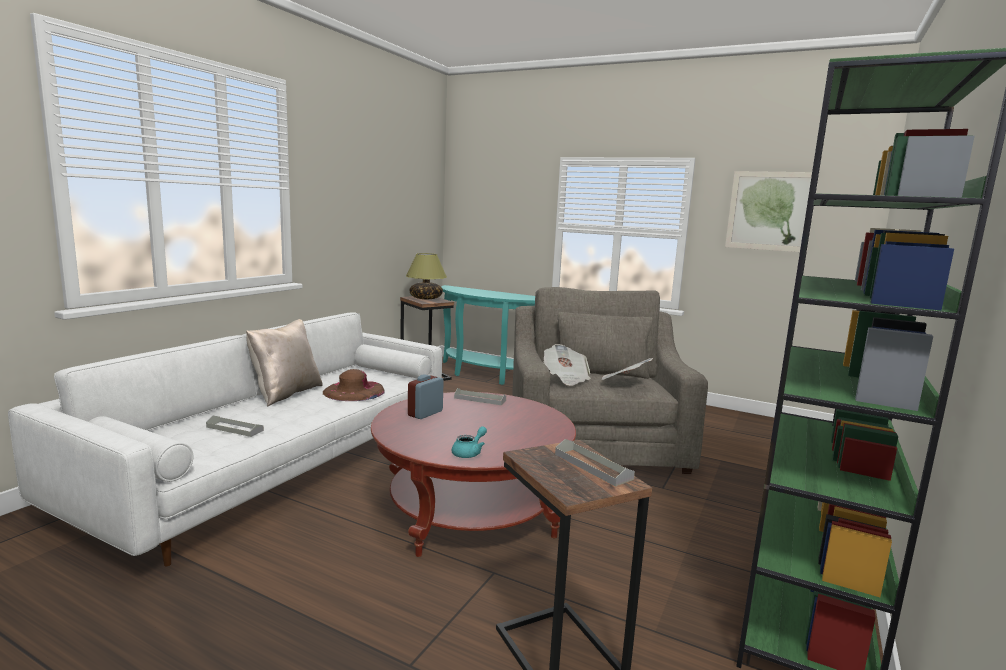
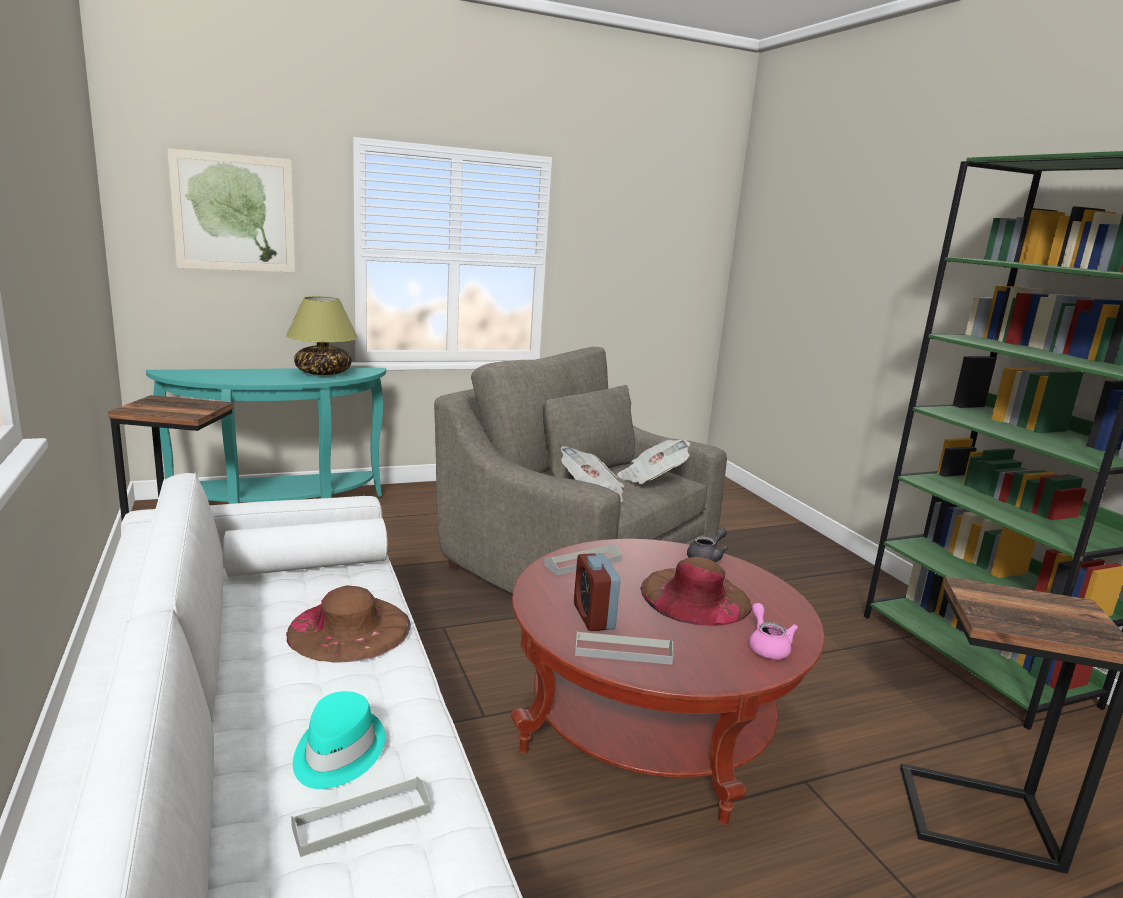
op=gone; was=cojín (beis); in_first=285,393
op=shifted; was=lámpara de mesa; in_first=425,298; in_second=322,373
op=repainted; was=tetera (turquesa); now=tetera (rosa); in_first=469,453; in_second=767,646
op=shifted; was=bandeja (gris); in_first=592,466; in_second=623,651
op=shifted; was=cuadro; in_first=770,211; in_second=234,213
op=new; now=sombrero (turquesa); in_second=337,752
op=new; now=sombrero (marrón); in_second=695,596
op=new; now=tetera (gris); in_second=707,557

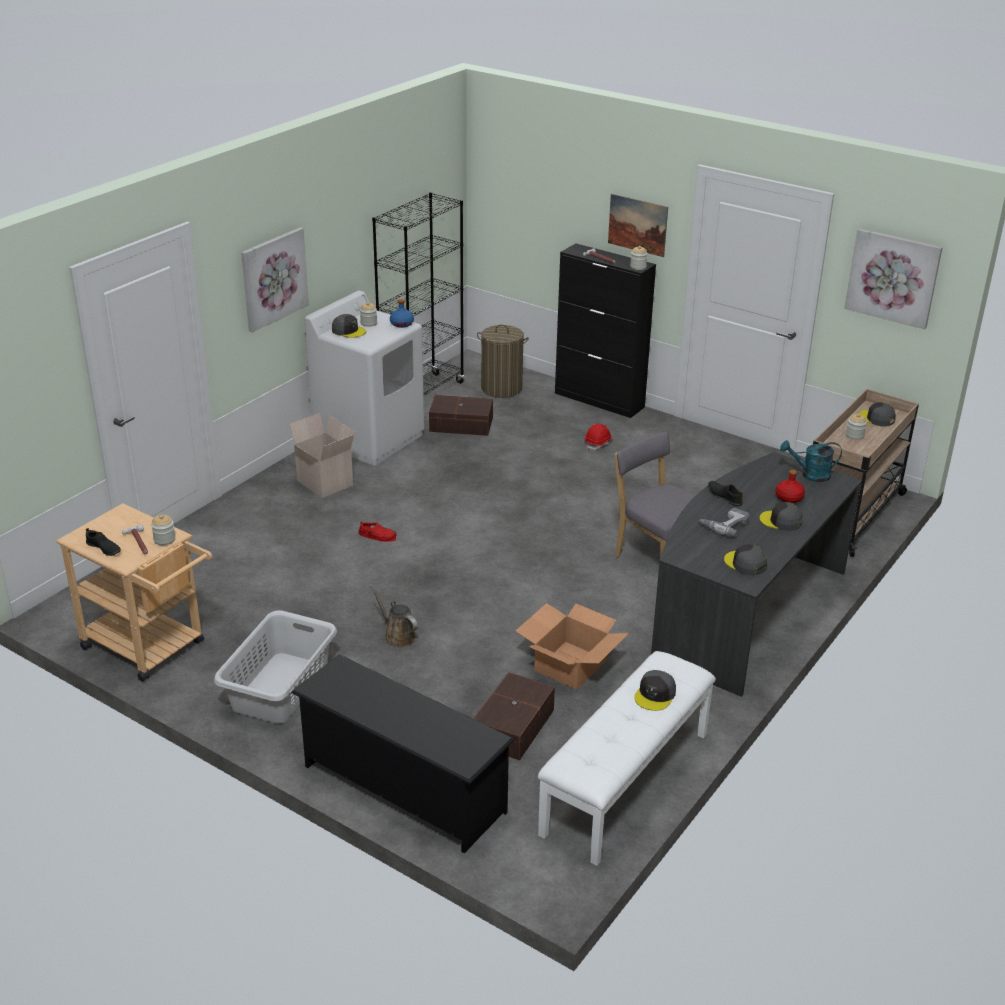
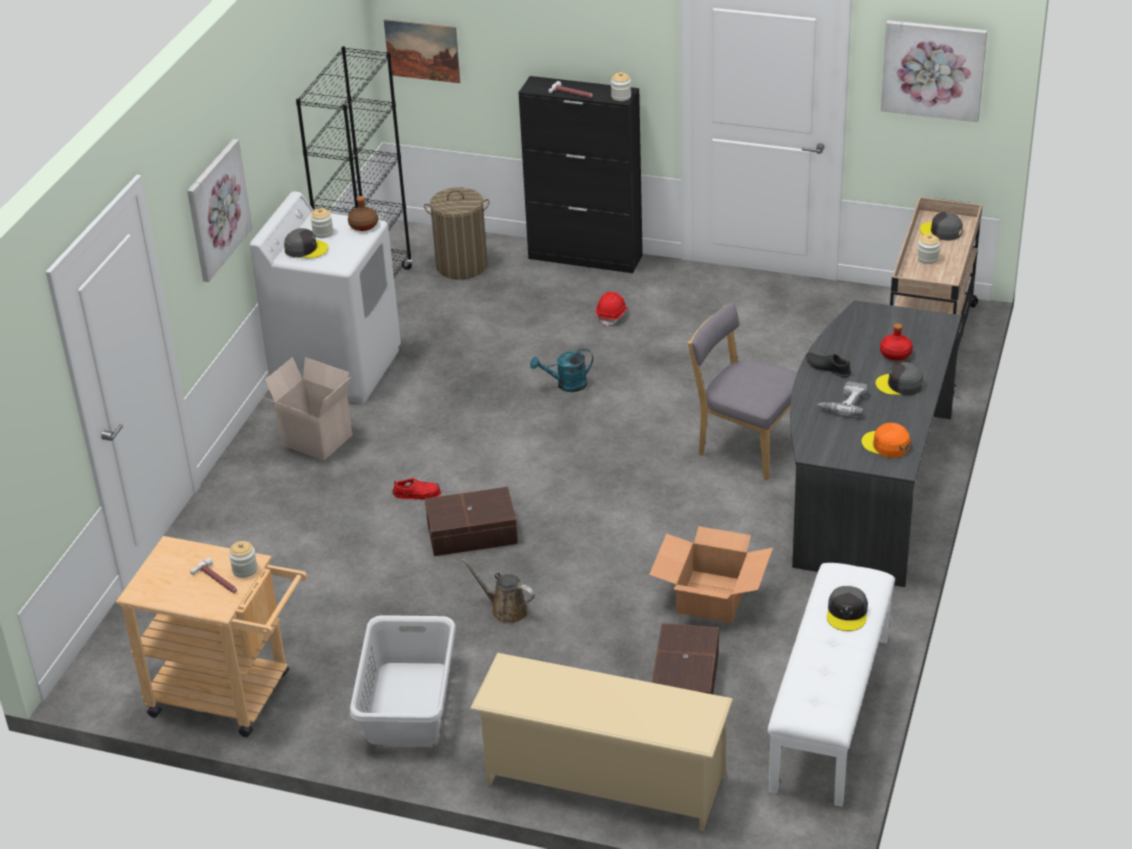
op=gone; was=zapato (negro); in_first=103,548
op=repainted; was=zapatero (negro); now=zapatero (beis); in_first=403,788; in_second=604,780
op=repainted; was=botella (azul); now=botella (marrón); in_first=402,324; in_second=363,225
op=shifted; was=caja de almacenaje (marrón); in_first=461,425; in_second=473,534
op=shifted; was=cuadro; in_first=637,225; in_second=422,51
op=repainted; was=gorra (gris); now=gorra (naranja); in_first=745,564; in_second=886,445
op=shifted; was=regadera (turquesa); in_first=810,475; in_second=566,385

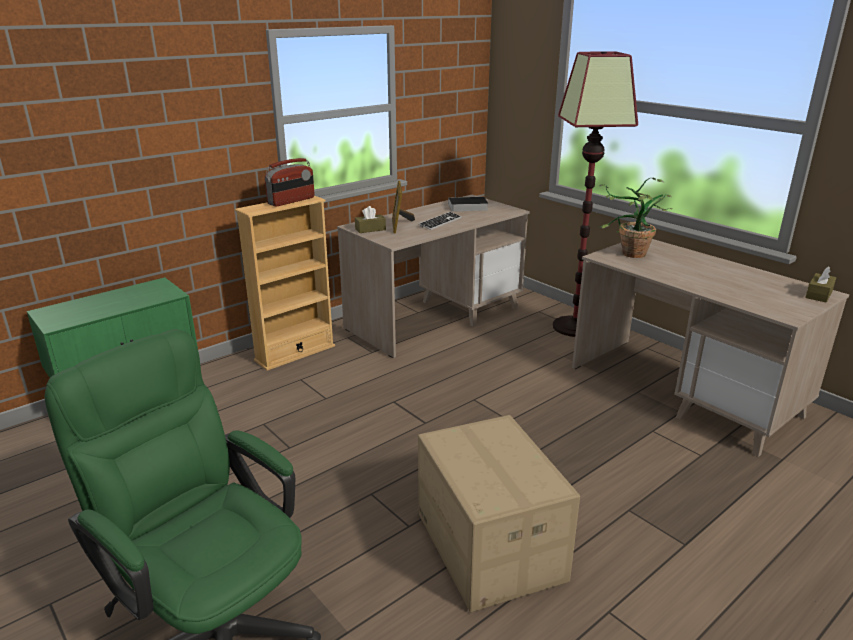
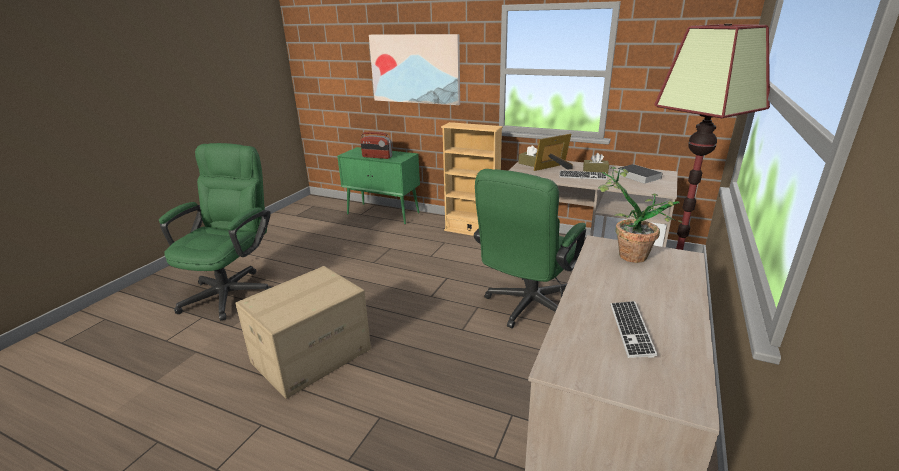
op=shifted; was=radio; in_first=291,201; in_second=377,157
op=shifted; was=caja de pañuelos (marrón); in_first=819,294; in_second=595,171
op=new; now=cuadro; in_second=415,69
op=new; now=silla de oficina (verde); in_second=526,308
op=new; now=teclado; in_second=631,330

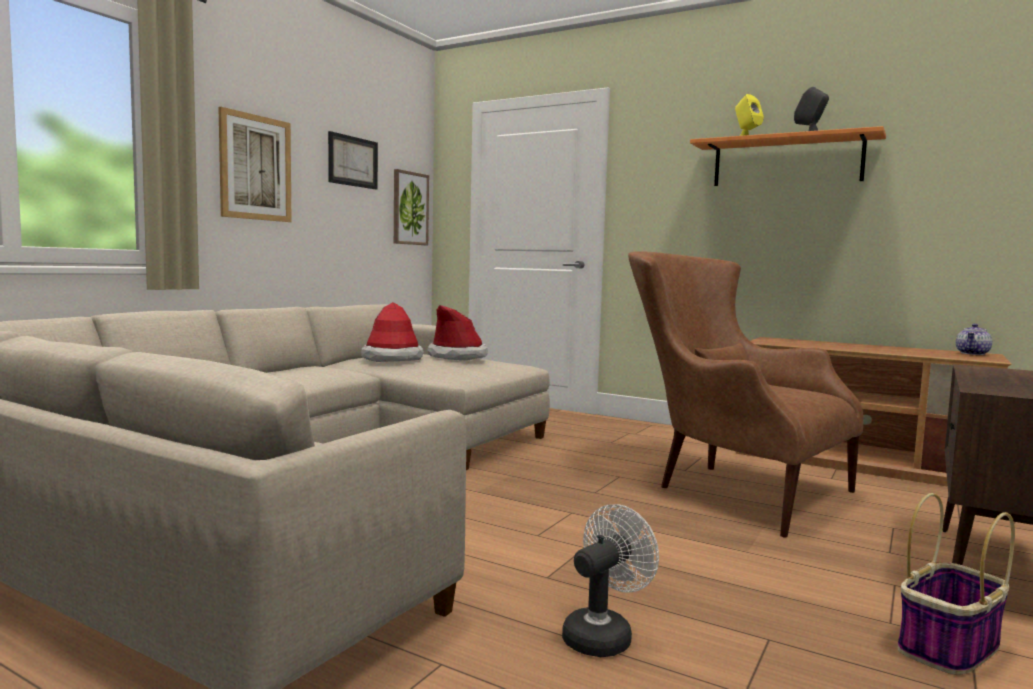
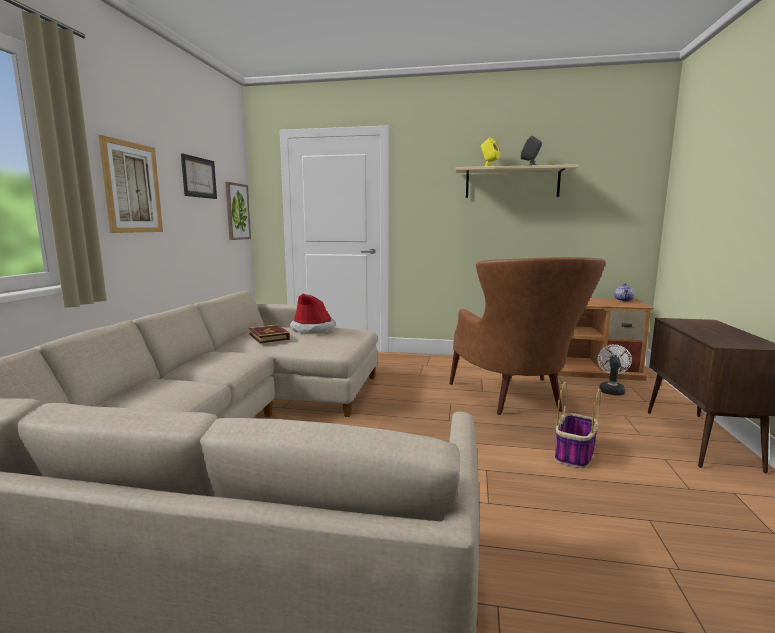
op=swapped; was=sombrero; now=libro; in_first=392,358; in_second=269,337
op=shifted; was=ventilador (blanco); in_first=603,635; in_second=611,390
op=rotated; was=sillón (marrón); in_first=727,488; in_second=518,401; clockwise=-120
op=repainted; was=estante (naranja); now=estante (beis); in_first=786,162; in_second=512,183
op=shifted; was=cesta; in_first=948,648; in_second=574,455

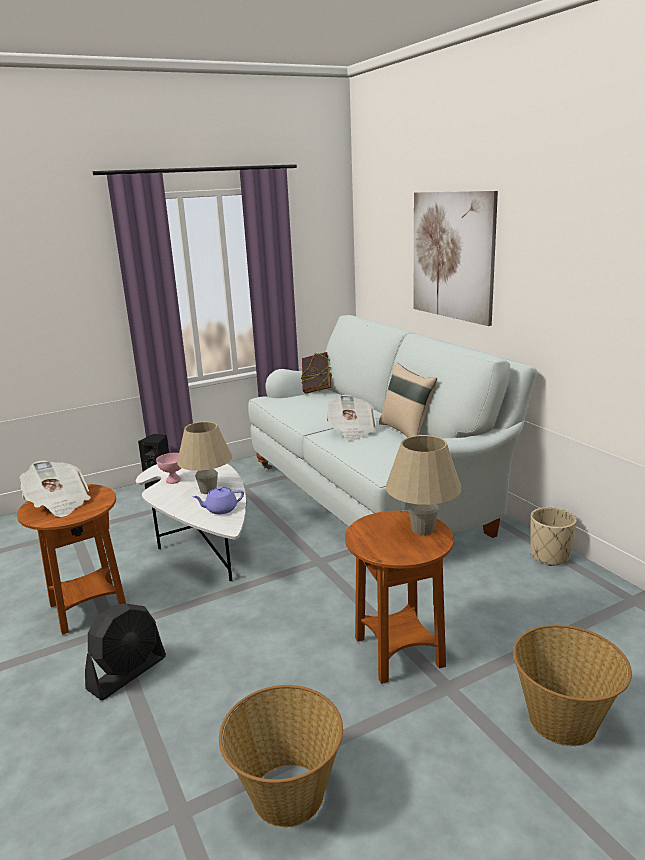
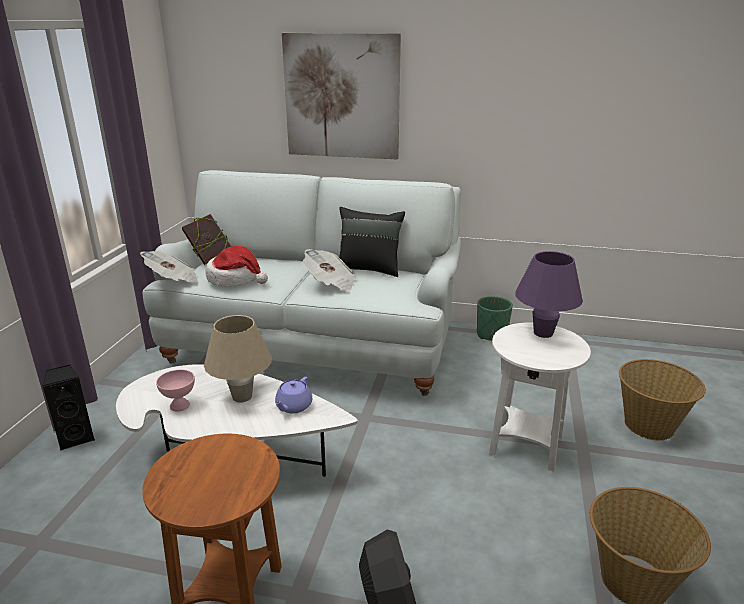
op=shifted; was=periódico; in_first=58,503; in_second=173,280
op=repainted; was=mesa auxiliar (marrón); now=mesa auxiliar (blanco); in_first=399,653; in_second=526,445
op=repainted; was=cojín (beis); now=cojín (negro); in_first=406,431; in_second=369,269
op=repainted; was=lámpara de mesa (beis); now=lámpara de mesa (morado); in_first=422,529; in_second=543,333
op=repainted; was=maceta (beis); now=maceta (verde); in_first=550,556; in_second=491,335
op=new; now=sombrero; in_second=235,278

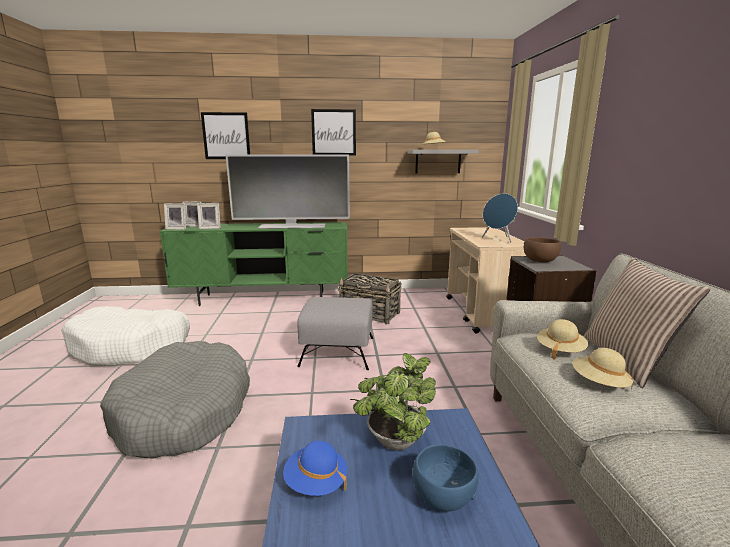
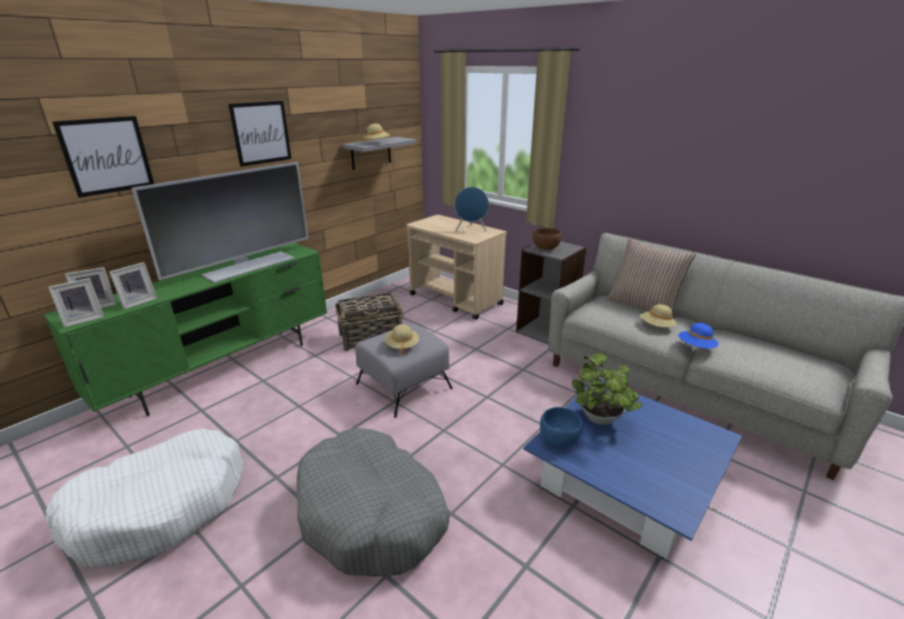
op=shifted; was=sombrero (azul); in_first=316,483; in_second=696,347
op=shifted; was=cuenco (azul); in_first=442,497; in_second=558,439
op=shifted; was=sombrero (beis); in_first=560,350; in_second=402,346

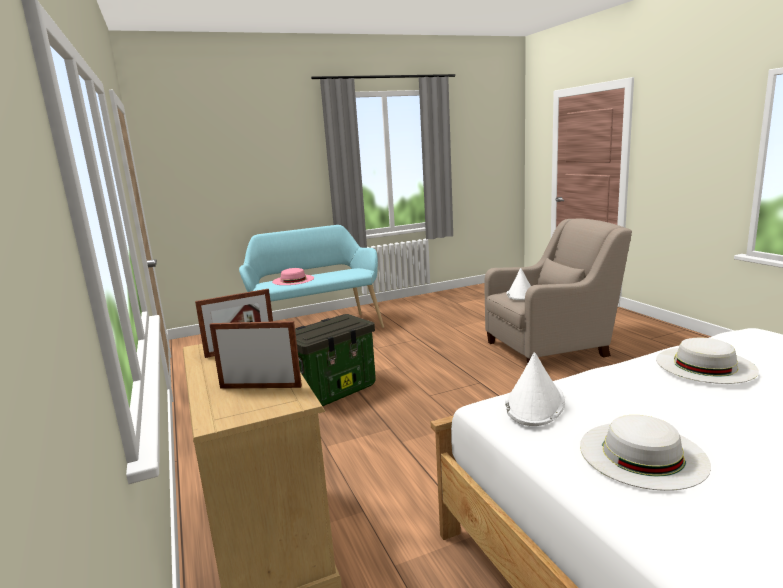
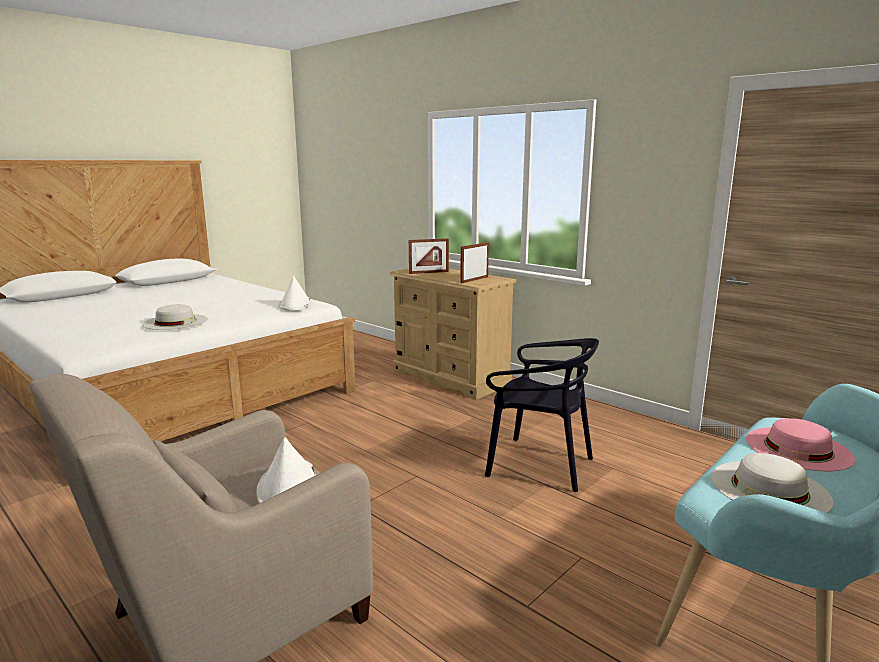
op=swapped; was=caja de almacenaje; now=silla (negro); in_first=333,390; in_second=539,465
op=shifted; was=sombrero (blanco); in_first=642,454; in_second=769,488

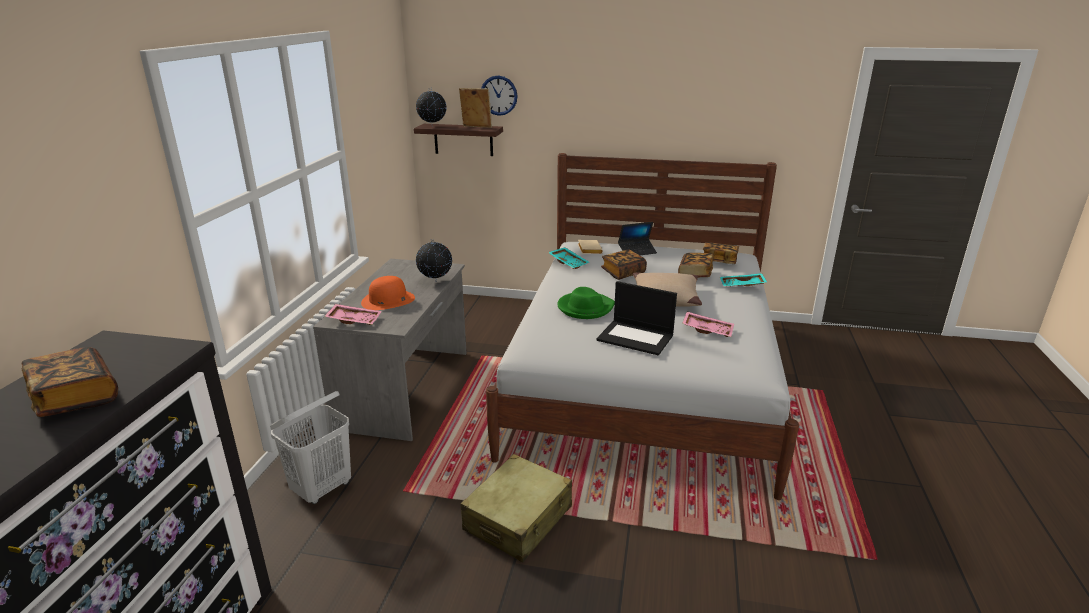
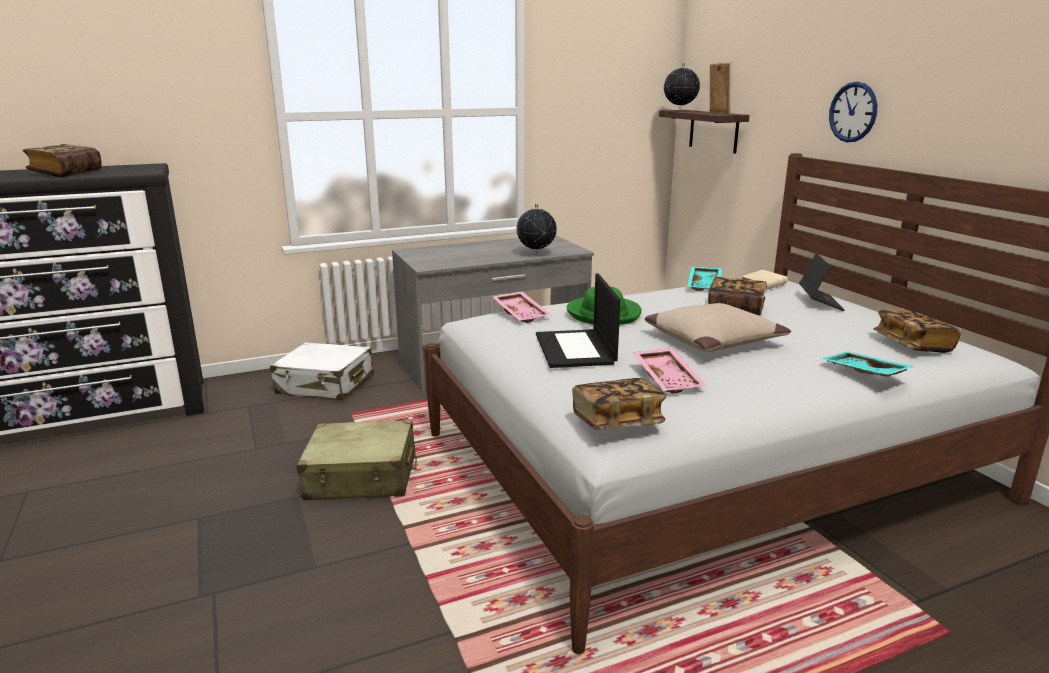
op=swapped; was=cesto de la ropa (blanco); now=maleta (blanco); in_first=322,488; in_second=325,385
op=shifted; was=bandeja (rosa); in_first=354,320; in_second=522,314
op=gone; was=sombrero (naranja); in_first=388,300
op=shifted; was=reloj de pared; in_first=498,95; in_second=853,112
op=rotated; was=portátil; in_first=637,251; in_second=820,302; clockwise=-120
op=shifted; was=libro; in_first=695,274; in_second=617,421

